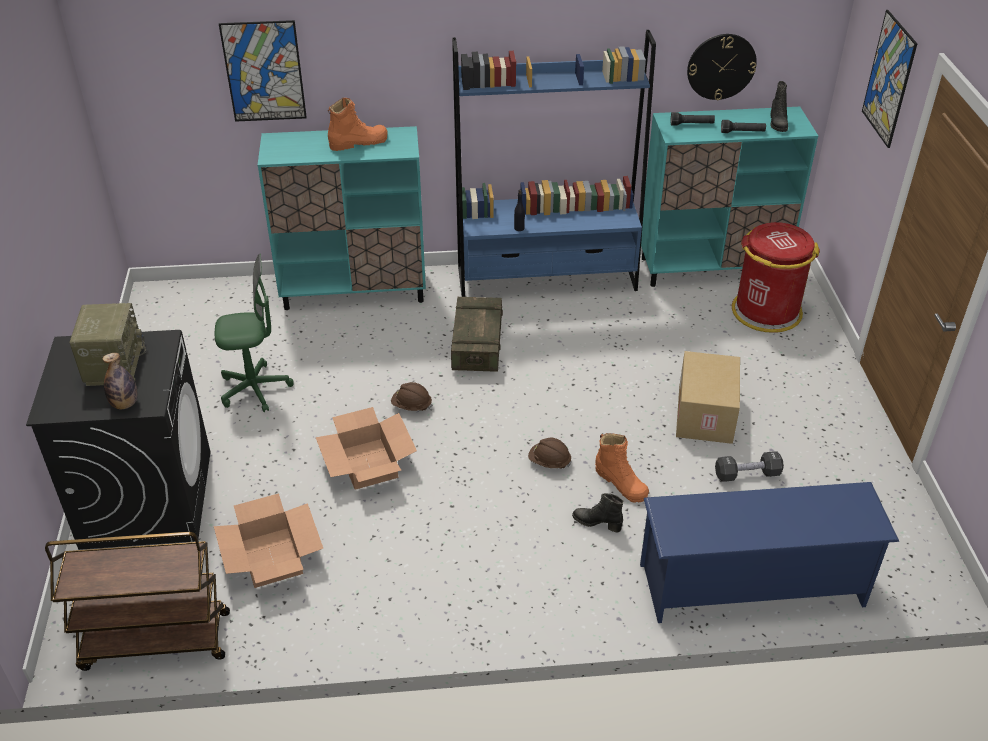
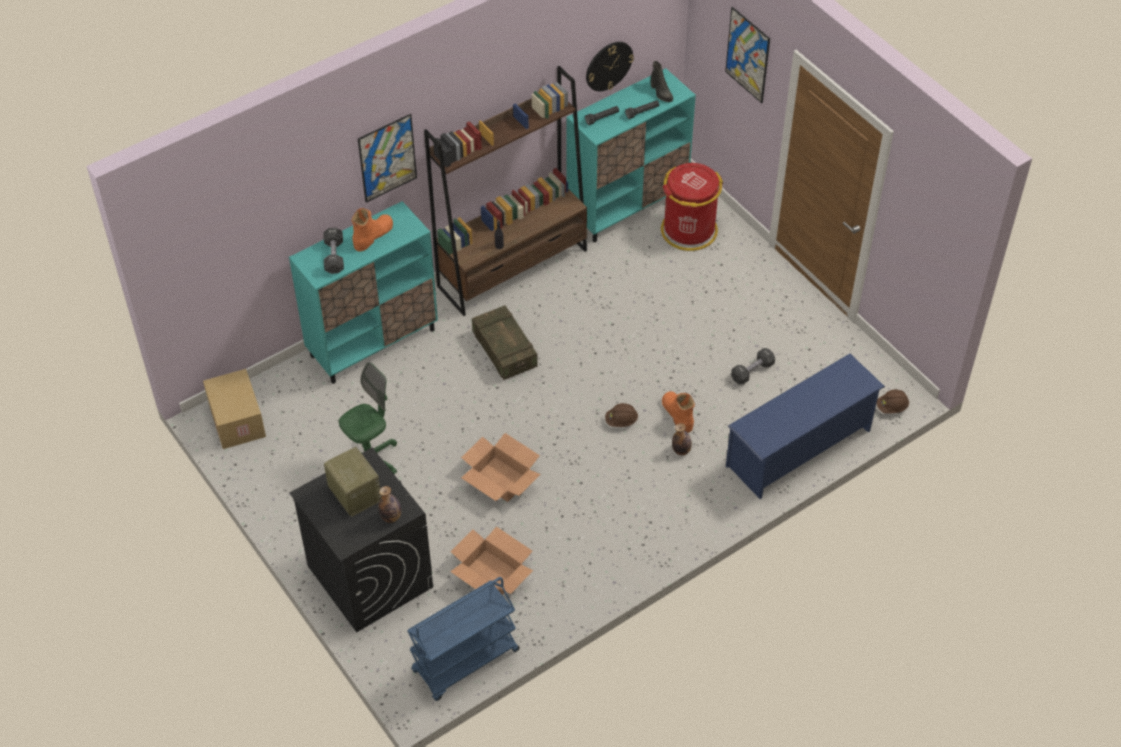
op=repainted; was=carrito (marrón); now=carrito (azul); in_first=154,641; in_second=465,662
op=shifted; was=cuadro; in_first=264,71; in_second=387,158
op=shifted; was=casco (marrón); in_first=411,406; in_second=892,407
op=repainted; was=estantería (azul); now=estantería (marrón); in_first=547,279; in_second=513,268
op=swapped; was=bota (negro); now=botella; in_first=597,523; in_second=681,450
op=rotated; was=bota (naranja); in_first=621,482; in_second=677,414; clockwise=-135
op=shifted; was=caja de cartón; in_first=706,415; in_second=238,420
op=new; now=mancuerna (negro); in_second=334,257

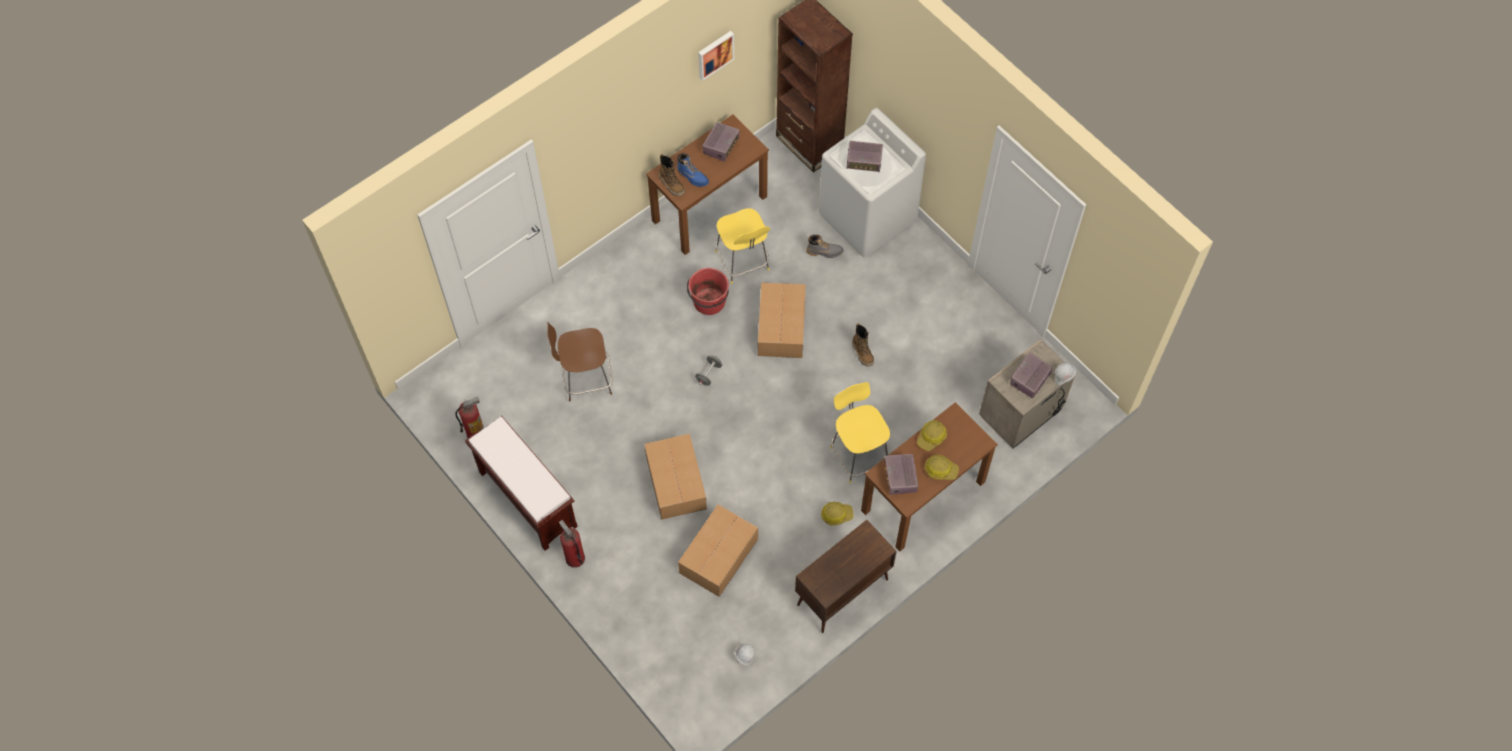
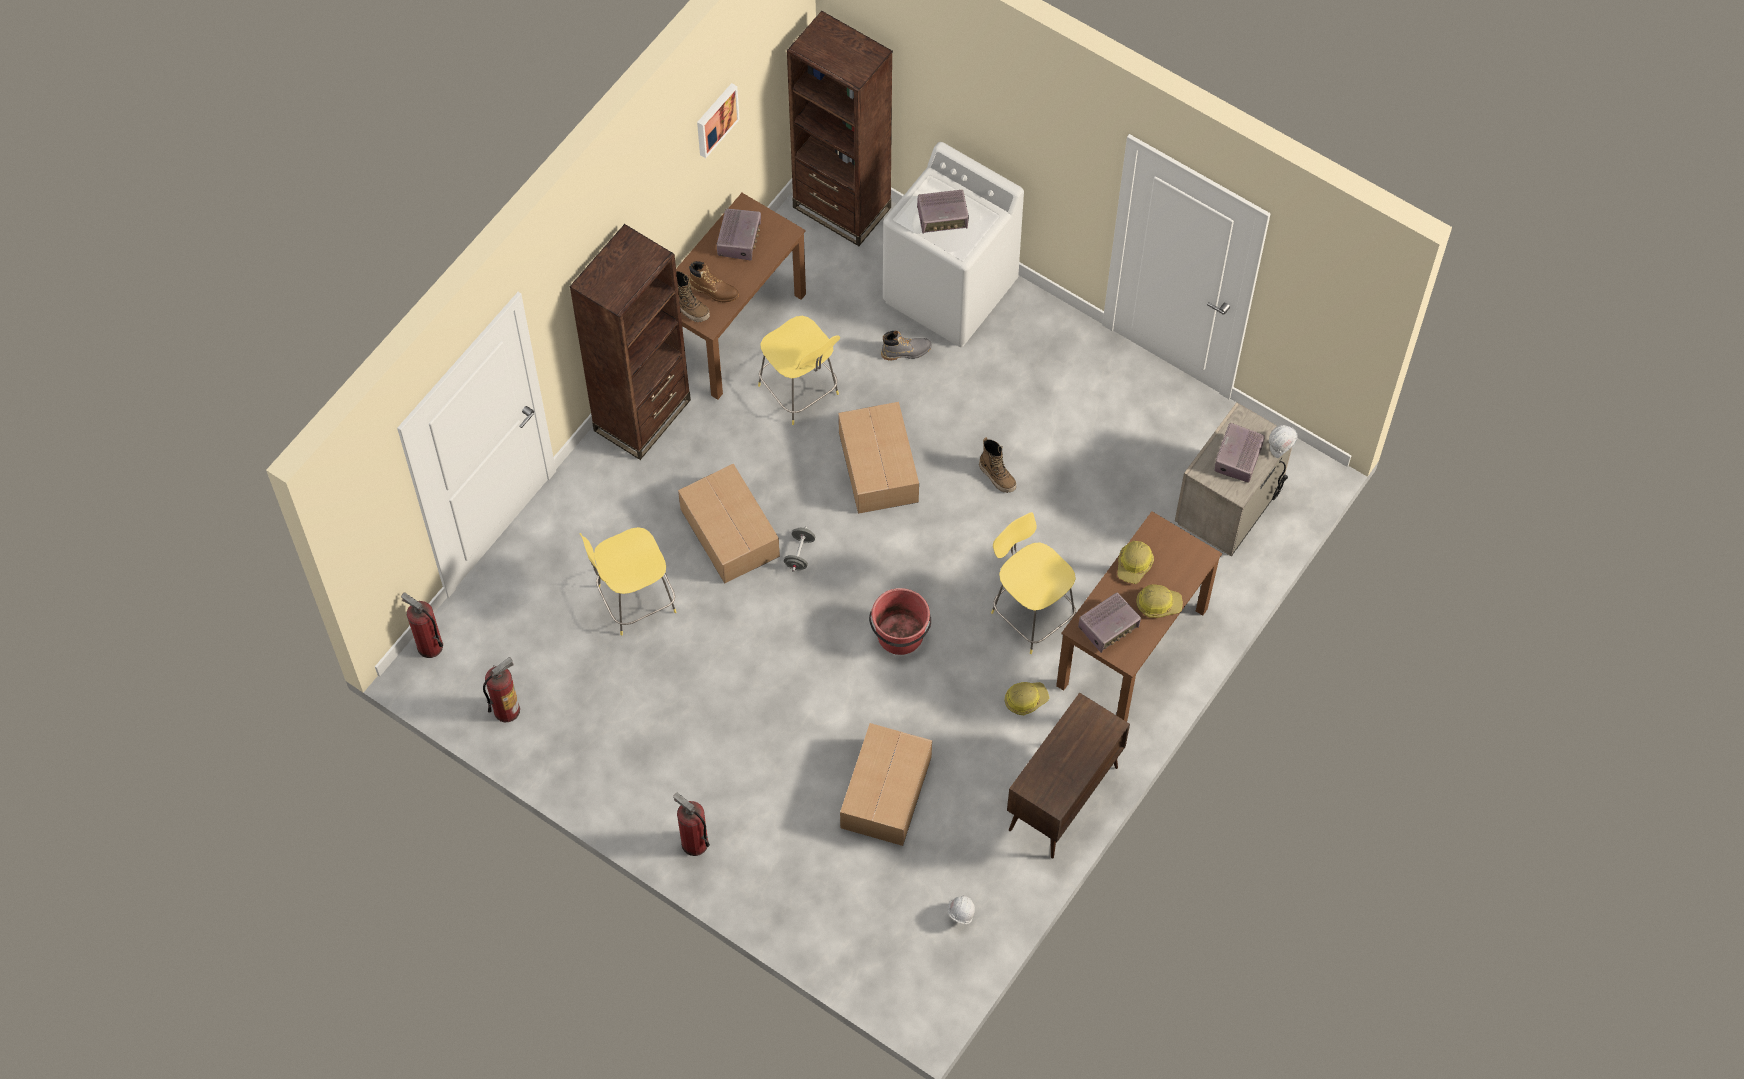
op=gone; was=banco (marrón); in_first=526,498
op=repainted; was=taburete (marrón); now=taburete (amarillo); in_first=585,379; in_second=634,600
op=shifted; was=caja de cartón; in_first=676,481; in_second=729,531
op=repainted; was=bota (azul); now=bota (marrón); in_first=692,177; in_second=713,291
op=shifted; was=cubo (rojo); in_first=709,302; in_second=900,635
op=rotated; was=radio; in_first=900,478; in_second=1109,627; clockwise=-105
op=new; now=extintor; in_second=429,646
op=new; now=estantería (marrón); in_second=642,415

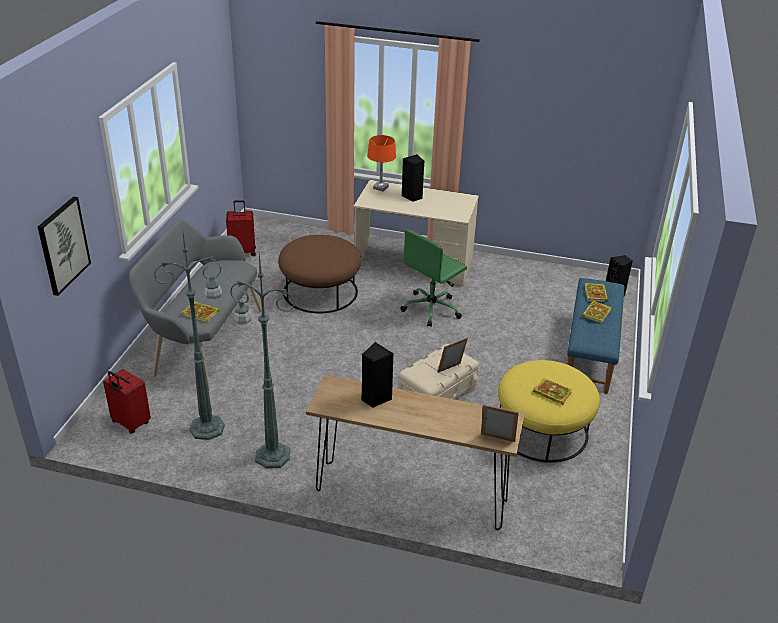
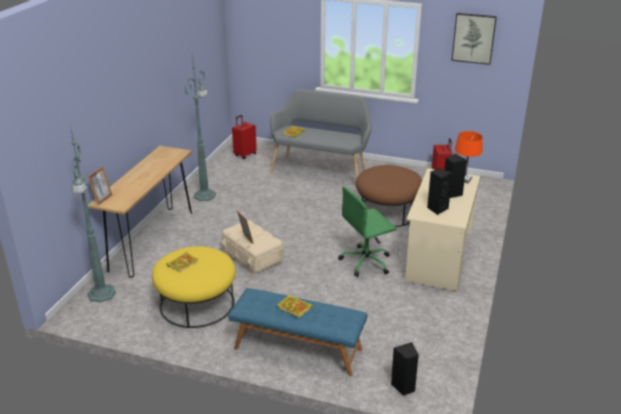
op=shifted; was=cuadro; in_first=63,245; in_second=473,38
op=shifted; was=lámpara de pie (verde); in_first=209,427; in_second=101,294
op=shifted; was=altavoz (negro); in_first=375,398; in_second=437,209
op=rotated; was=silla de oficina (verde); in_first=432,309; in_second=366,262; clockwise=-75
op=gone; was=libro; in_first=596,294

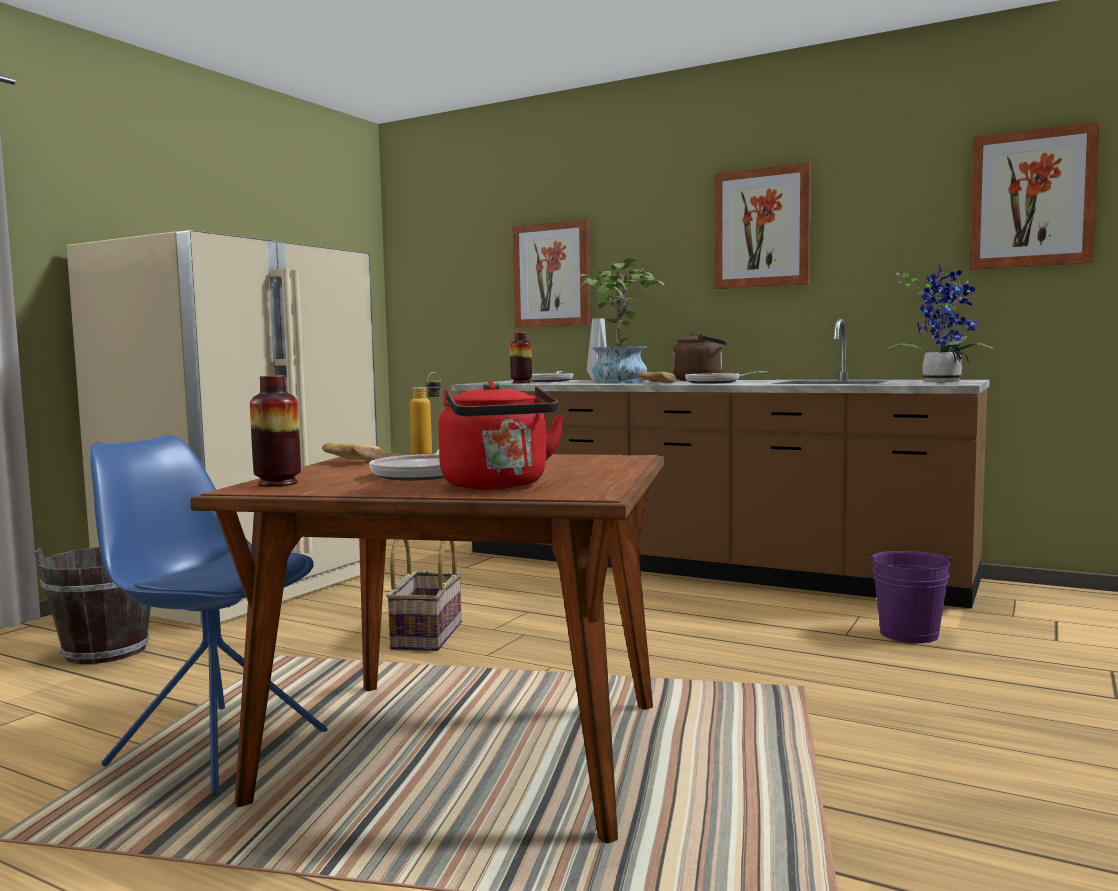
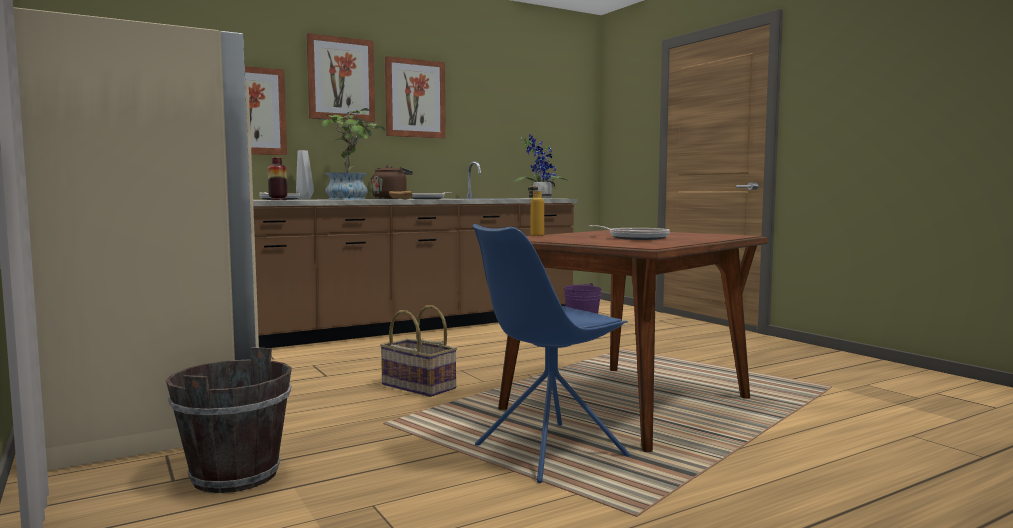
op=gone; was=florero; in_first=278,483
op=gone; was=pan; in_first=350,462
op=gone; was=hervidor (rojo); in_first=498,486
op=shifted; was=cuadro; in_first=1032,199; in_second=341,79

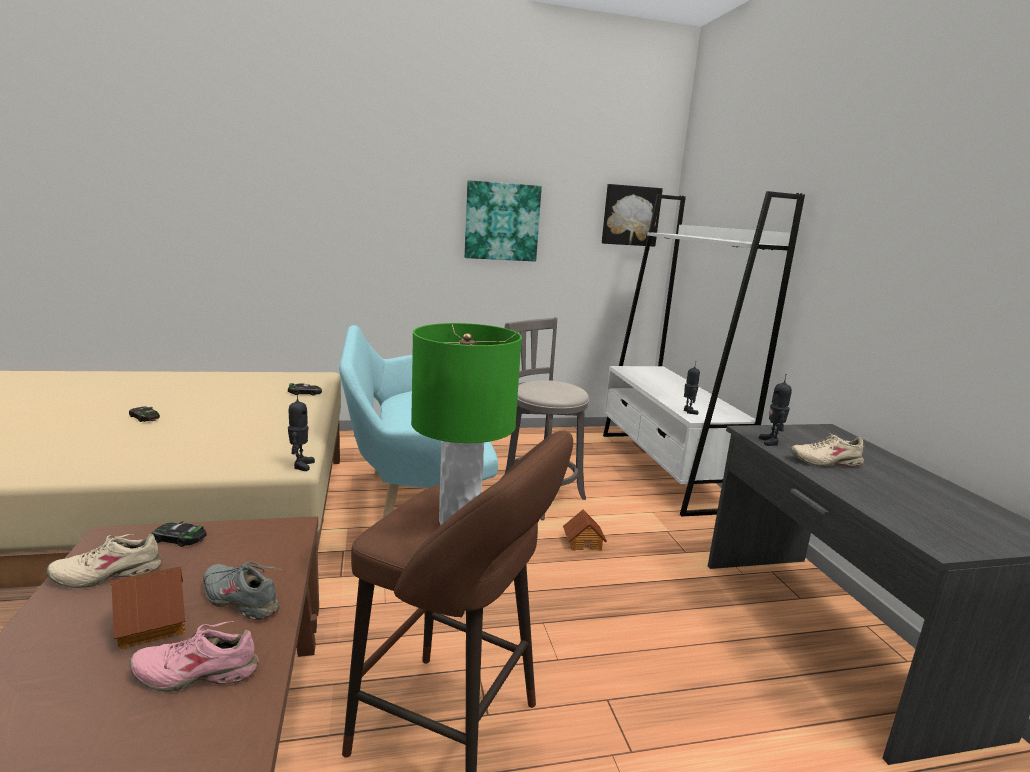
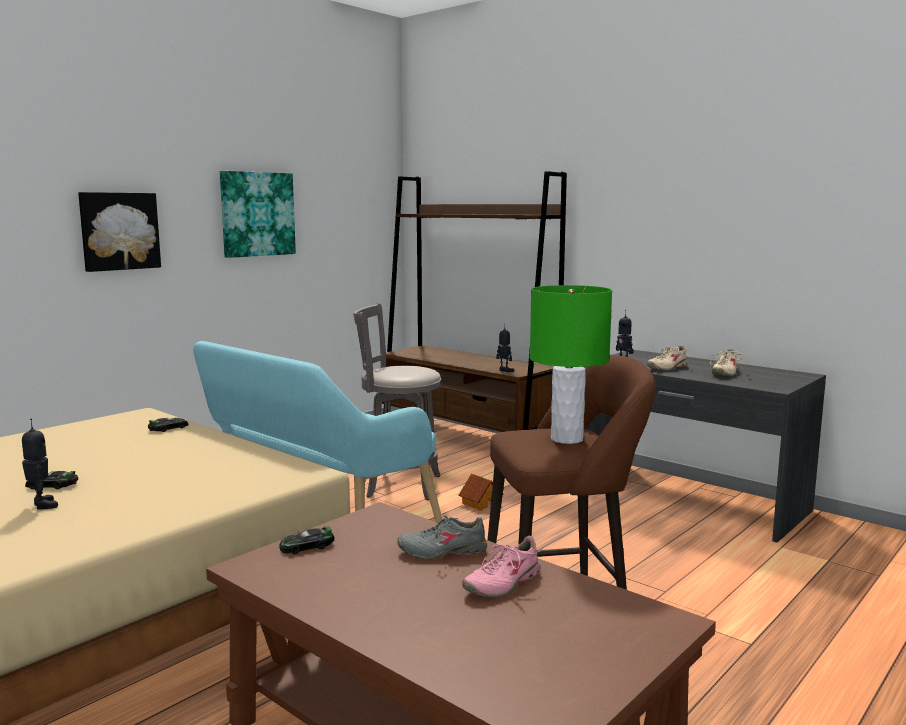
op=shifted; was=zapato (beis); in_first=108,574; in_second=724,373
op=gone; was=casita; in_first=151,623
op=shifted; was=robot de juguete; in_first=301,465; in_second=42,505
op=shifted; was=cuadro; in_first=630,215; in_second=119,231
op=repainted; was=estantería (blanco); now=estantería (marrón); in_first=664,469; in_second=466,439

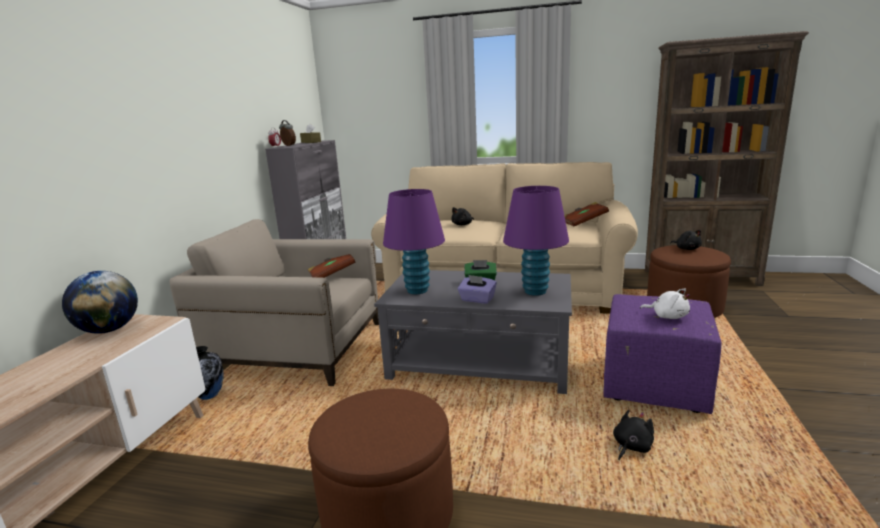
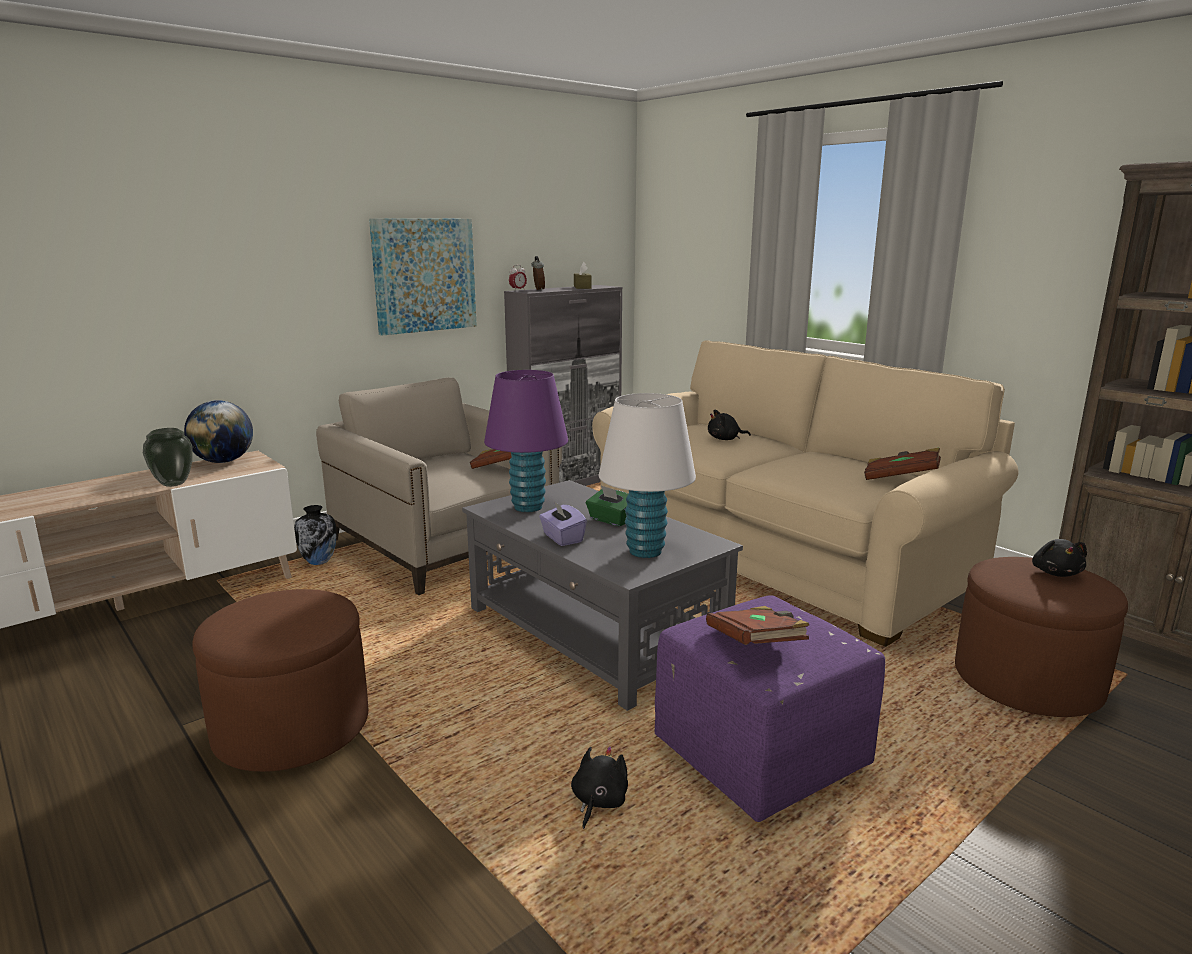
op=repainted; was=lámpara de mesa (morado); now=lámpara de mesa (blanco); in_first=535,291; in_second=645,551
op=rotated; was=peluche (negro); in_first=631,447; in_second=598,802; clockwise=-60
op=swapped; was=peluche (blanco); now=libro (marrón); in_first=667,316; in_second=756,645
op=new; now=florero; in_second=172,484
op=new; now=cuadro; in_second=424,275

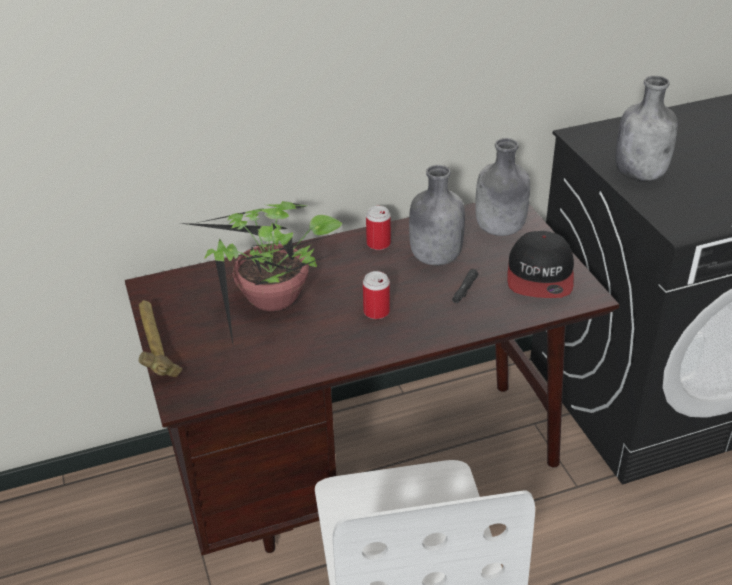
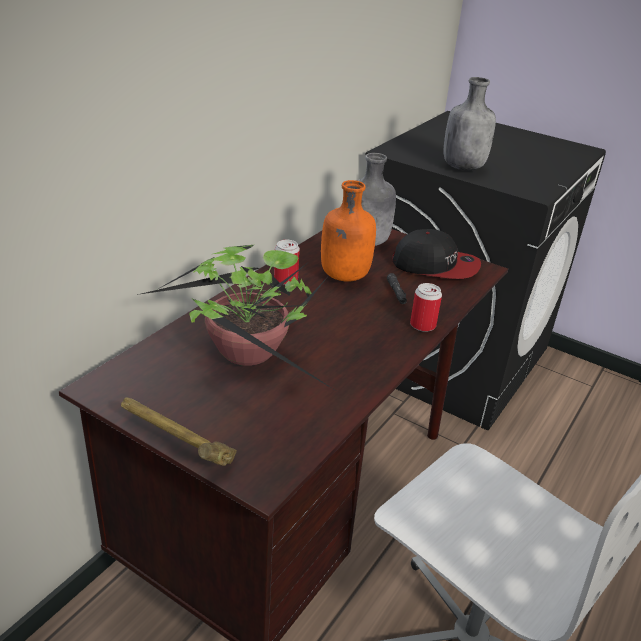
op=shifted; was=lata; in_first=376,312; in_second=422,325
op=repainted; was=botella (gris); now=botella (naranja); in_first=434,258; in_second=344,276
op=rotated; was=gorra; in_first=540,276; in_second=435,265; clockwise=-45

